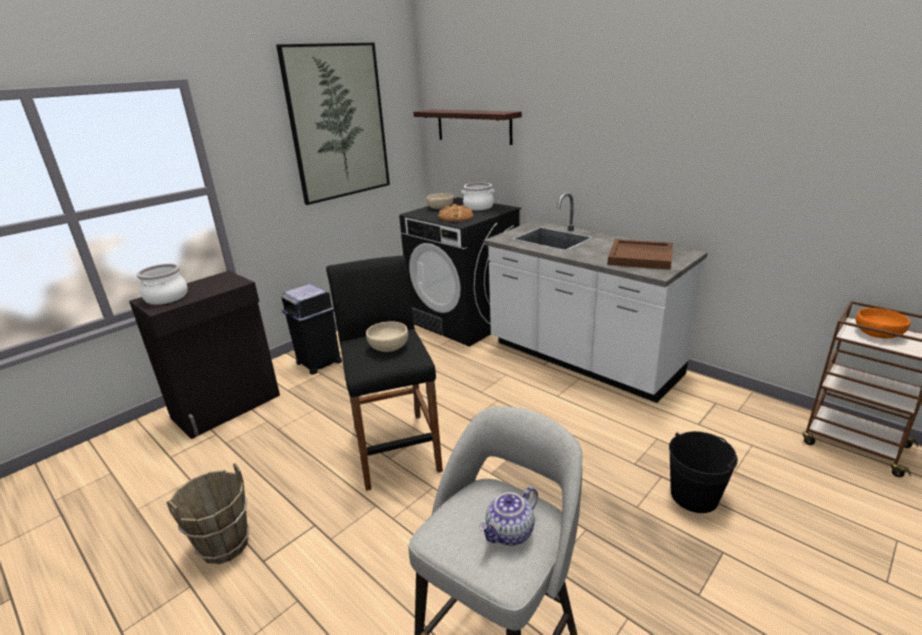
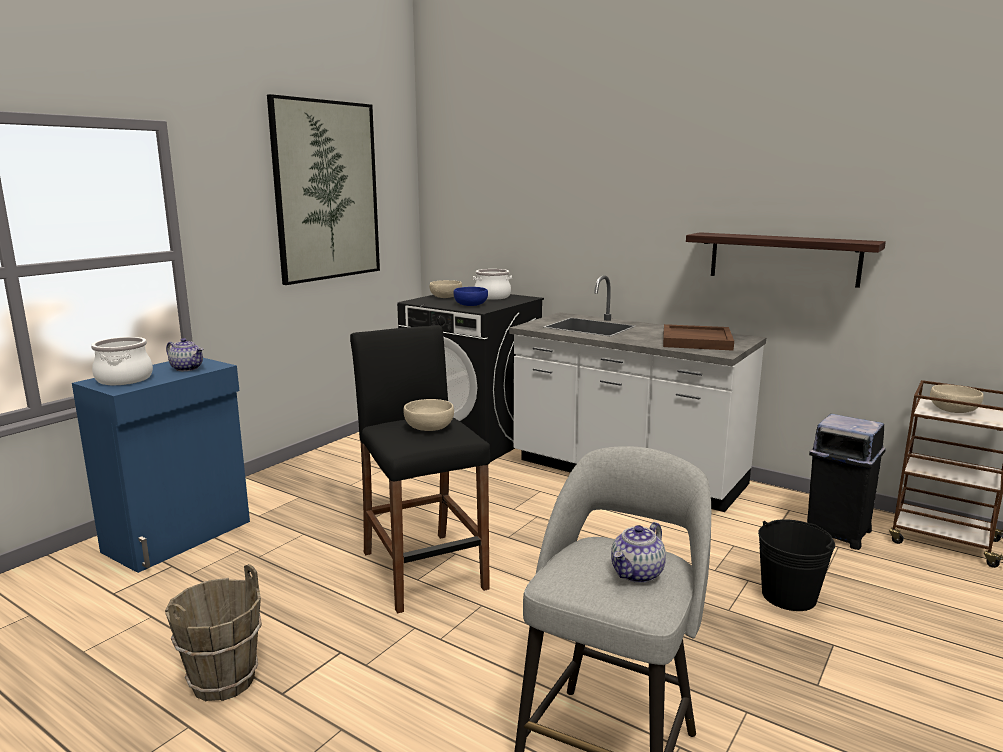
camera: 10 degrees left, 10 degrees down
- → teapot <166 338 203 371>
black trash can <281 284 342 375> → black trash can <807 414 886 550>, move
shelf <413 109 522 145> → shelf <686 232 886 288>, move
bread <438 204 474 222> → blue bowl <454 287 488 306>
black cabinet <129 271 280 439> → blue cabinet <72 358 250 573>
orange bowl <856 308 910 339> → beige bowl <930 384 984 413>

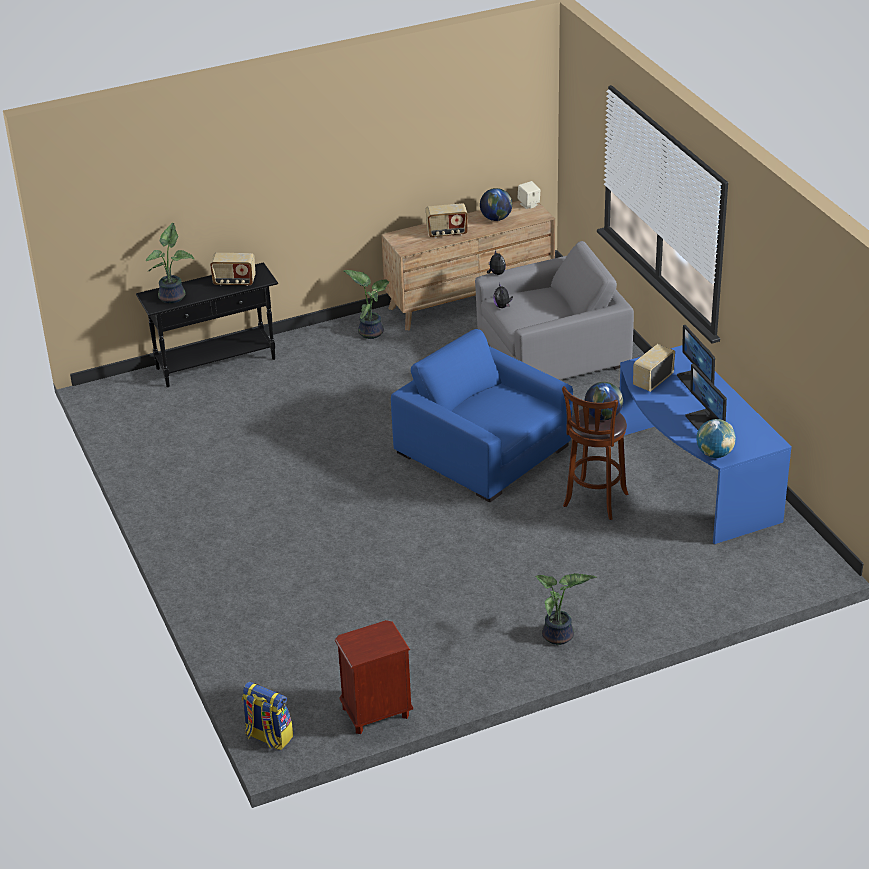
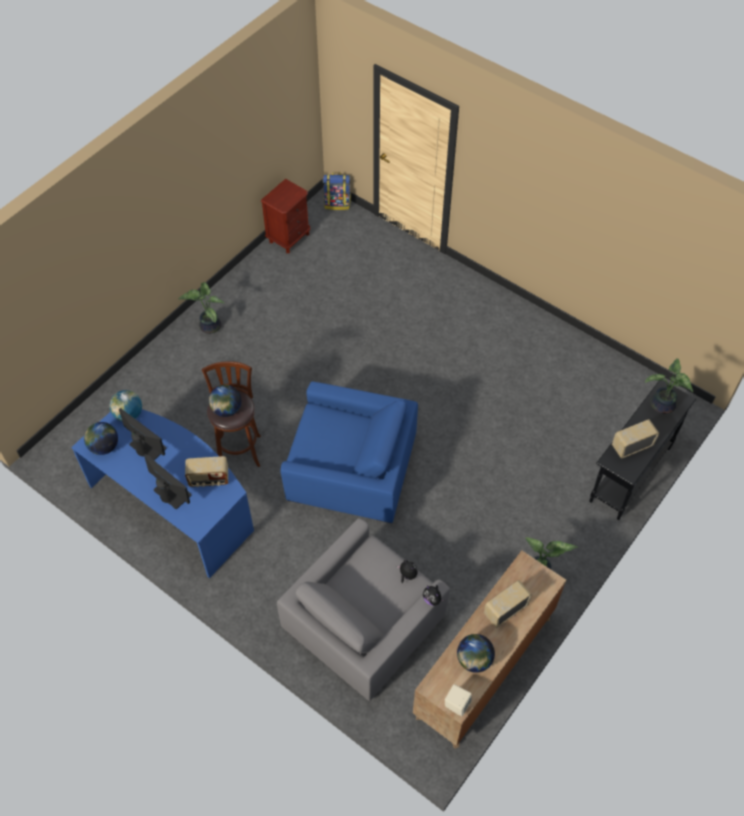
camera: 150 degrees right, 20 degrees up
- → globe <84 422 118 455>
radio <633 344 675 392> → radio <185 456 228 487>, 75 degrees clockwise

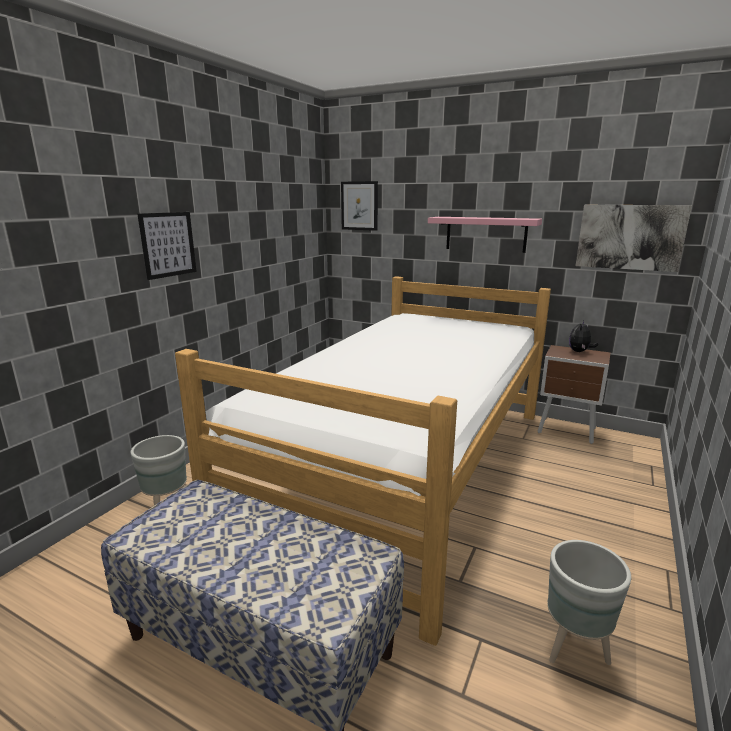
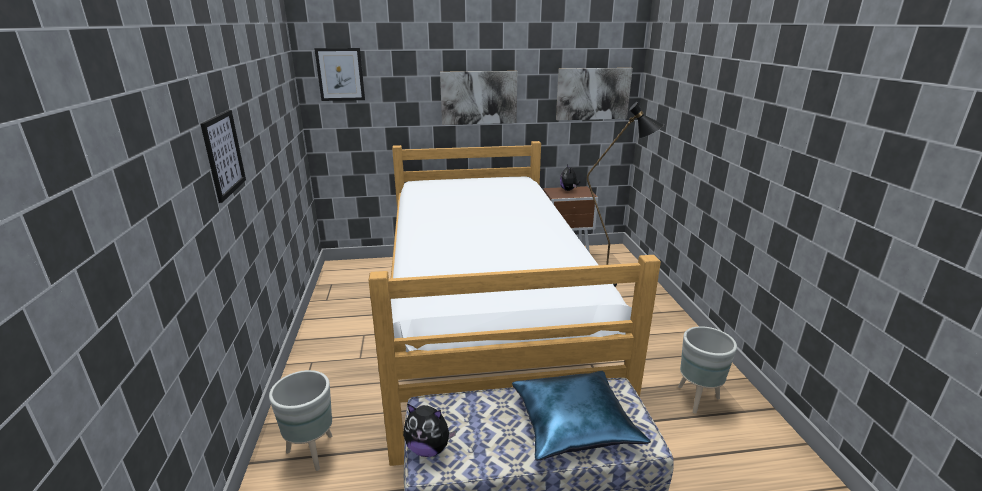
camera: 35 degrees left, 5 degrees up
- → plush toy <403 403 457 457>
- → blue pillow <512 371 651 460>
- → black floor lamp <587 102 664 287>
pink shelf <428 217 542 253> → picture <440 71 517 125>

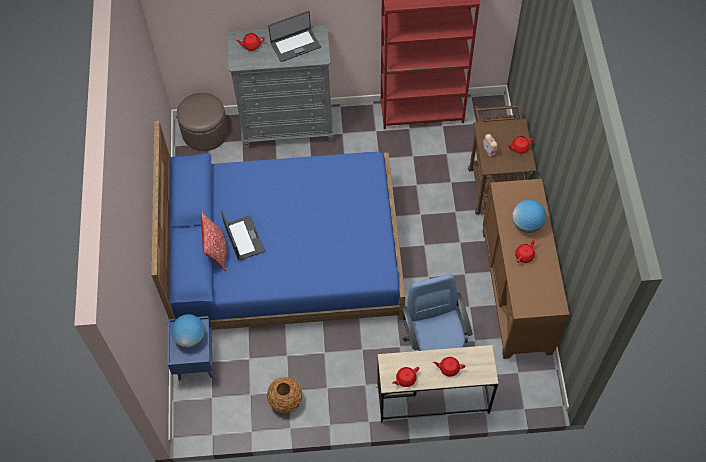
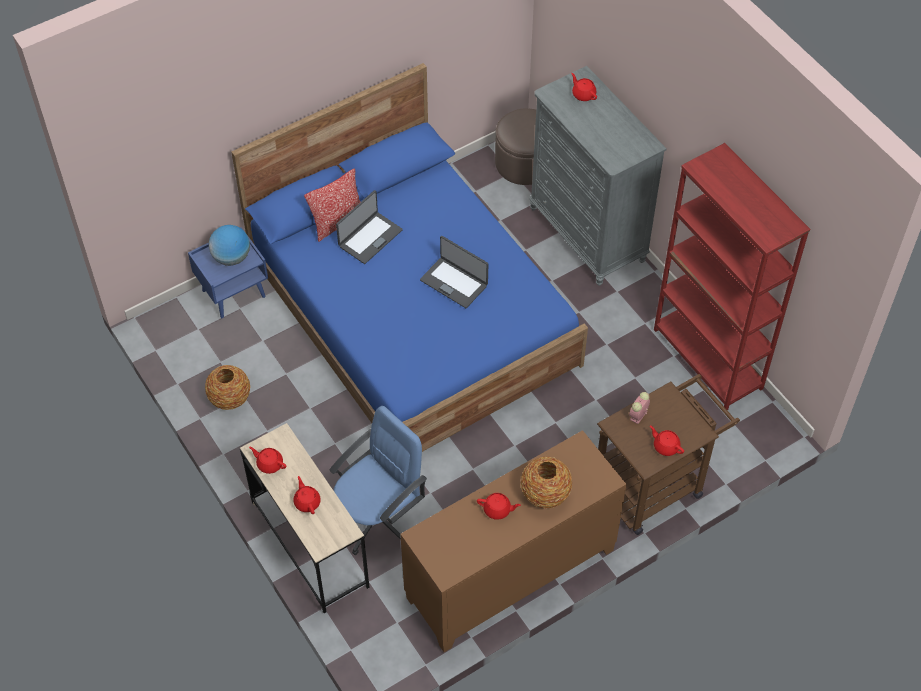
camera: 60 degrees right, 5 degrees down
laptop <268 11 321 62> → laptop <420 236 489 308>, move
globe <512 199 546 233> → vase <521 457 572 509>

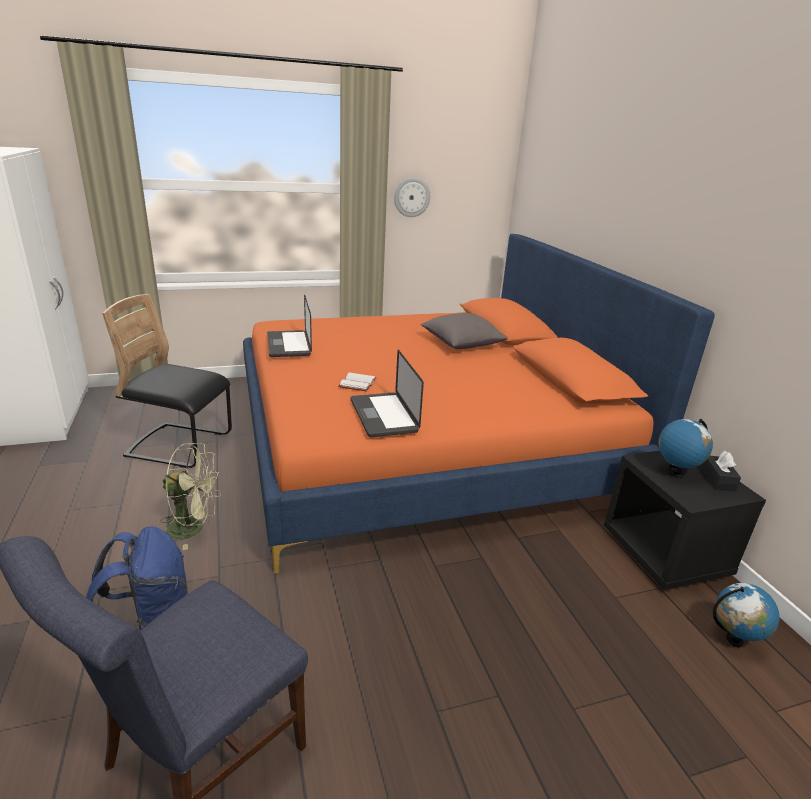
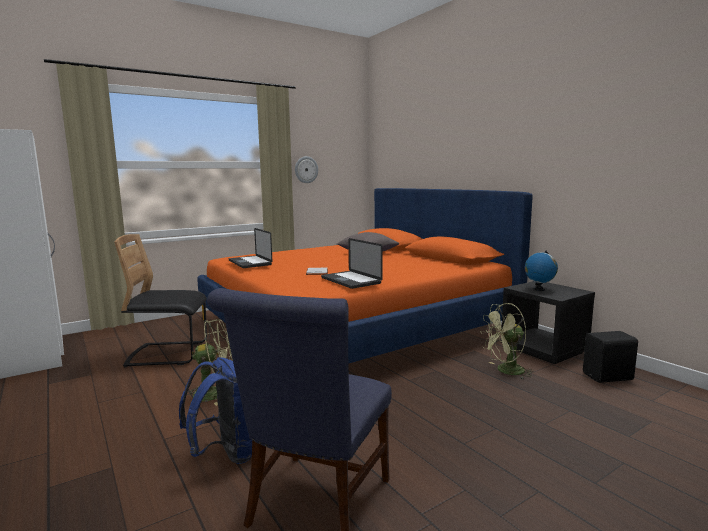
camera: 15 degrees left, 15 degrees down
black tissue box <701 451 741 491> → -
- → green fan <480 303 534 379>
globe <713 583 780 647> → black speaker <583 331 638 383>

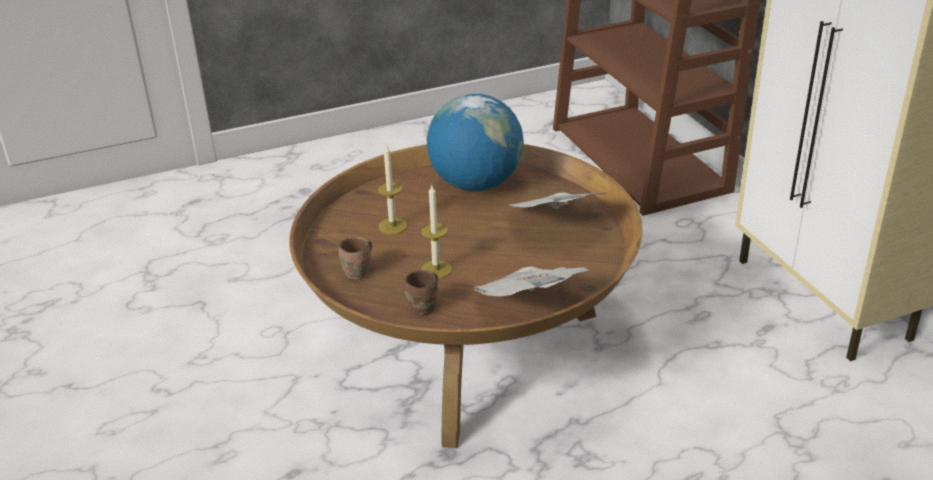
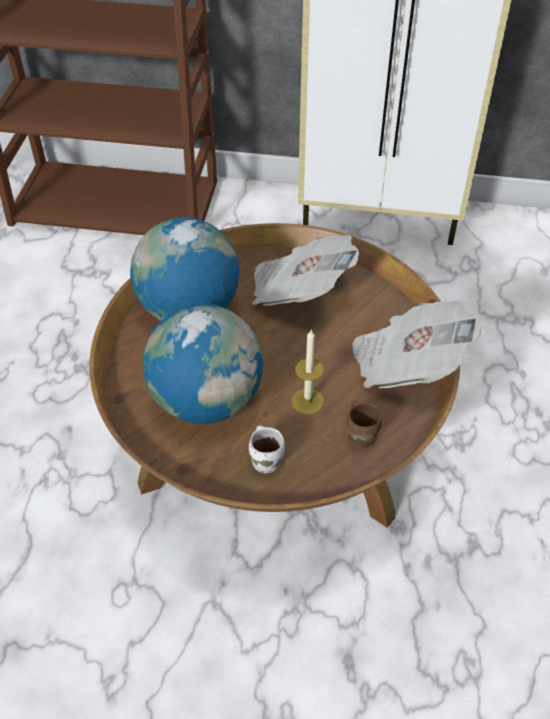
camera: 60 degrees left, 15 degrees up
candle <377 145 407 234> → globe <143 304 263 424>
brown mug <339 236 372 279> → white mug <249 425 285 473>

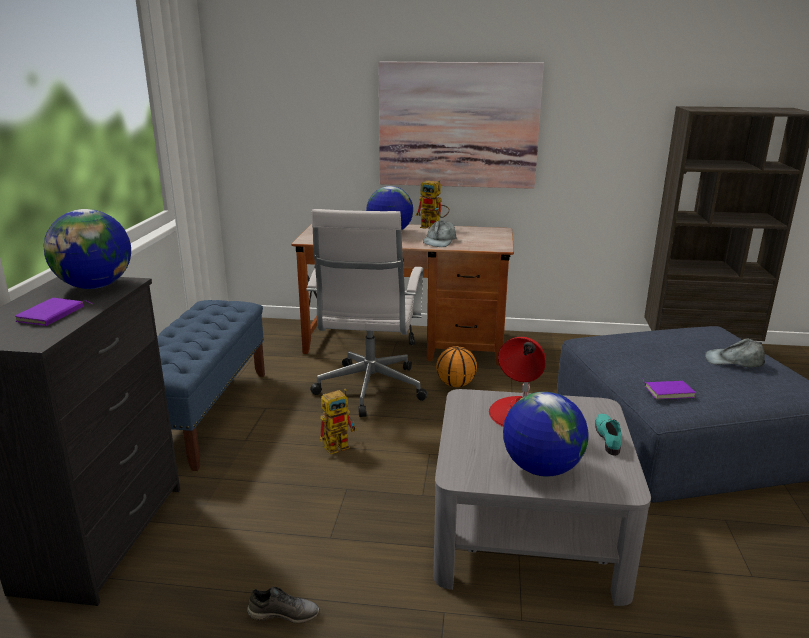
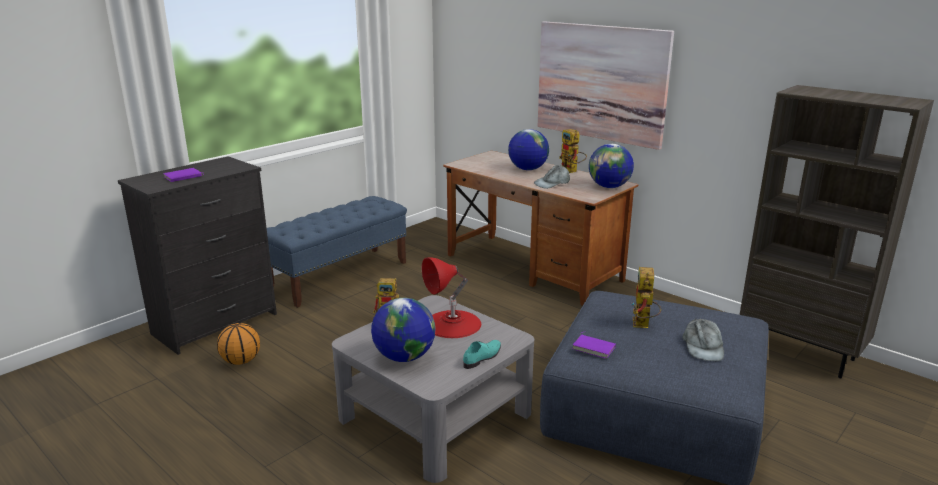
camera: 35 degrees right, 0 degrees up
grey shoe <247 587 320 624> → -
white office chair <306 209 427 417> → -
- → toy robot <631 267 661 328>
globe <44 209 131 289> → globe <589 144 634 188>, move
basketball <436 346 477 387> → basketball <217 323 260 365>, move
grey cap <705 339 765 368> → grey cap <682 319 724 361>, 135 degrees counterclockwise

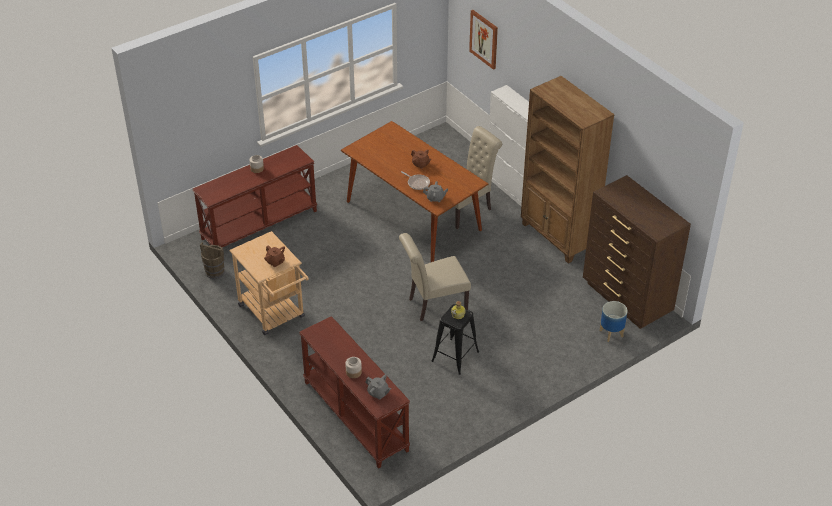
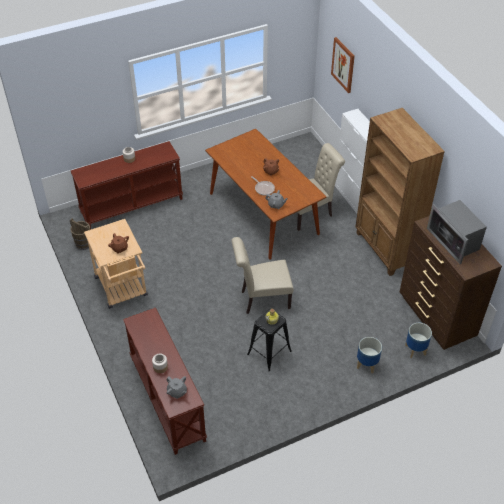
camera: 10 degrees right, 5 degrees up
- → planter <357 337 382 374>
- → microwave <427 200 487 264>

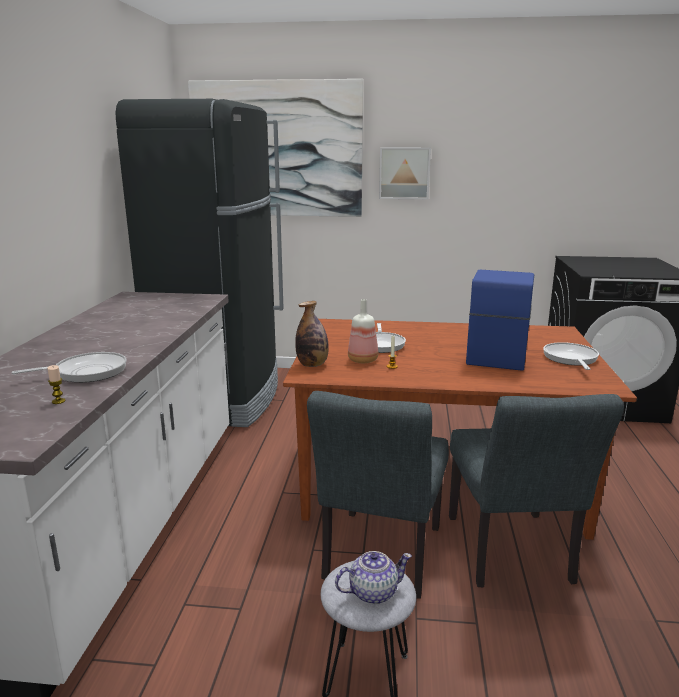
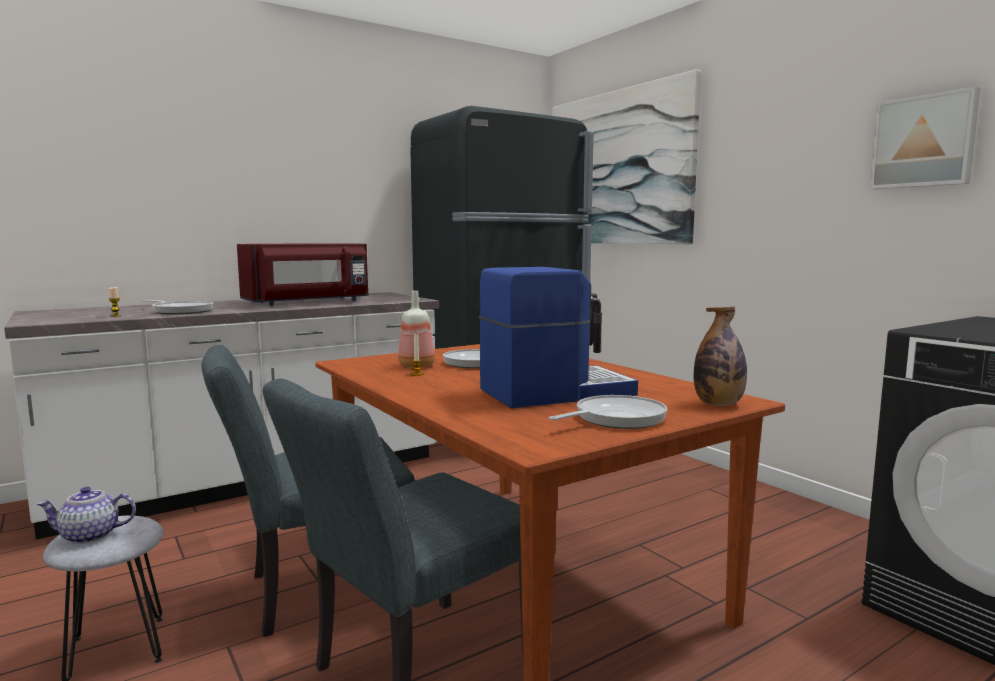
camera: 50 degrees right, 10 degrees down
- → red microwave <237 243 368 306>
bottle <295 301 329 367> → bottle <694 306 747 406>, move
picture <379 147 431 199> → picture <870 86 980 189>, move
teapot <335 551 412 604> → teapot <36 487 136 544>, 135 degrees clockwise

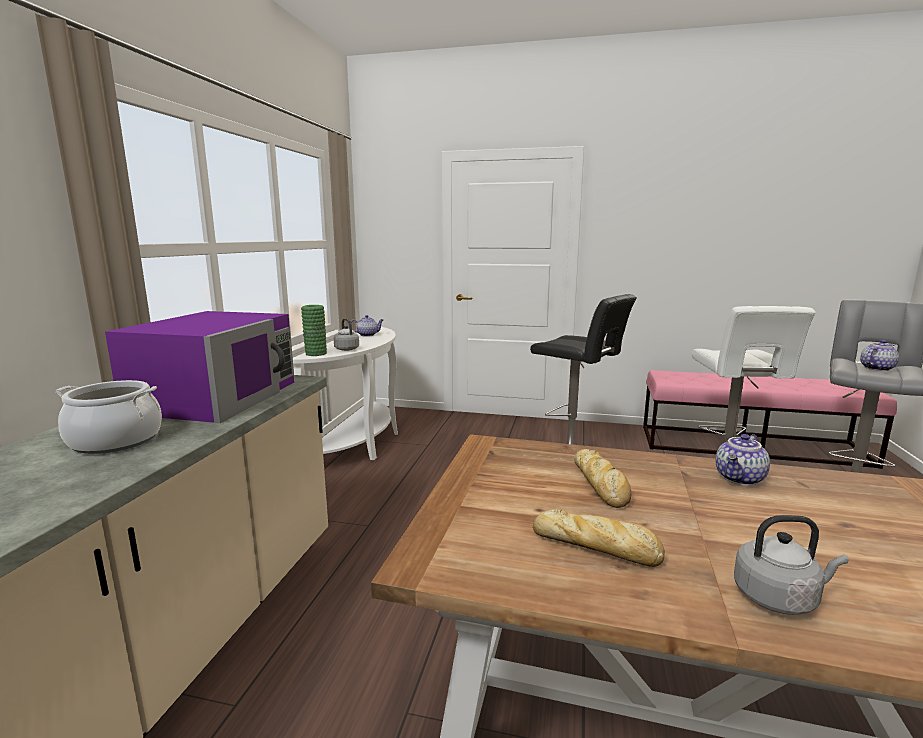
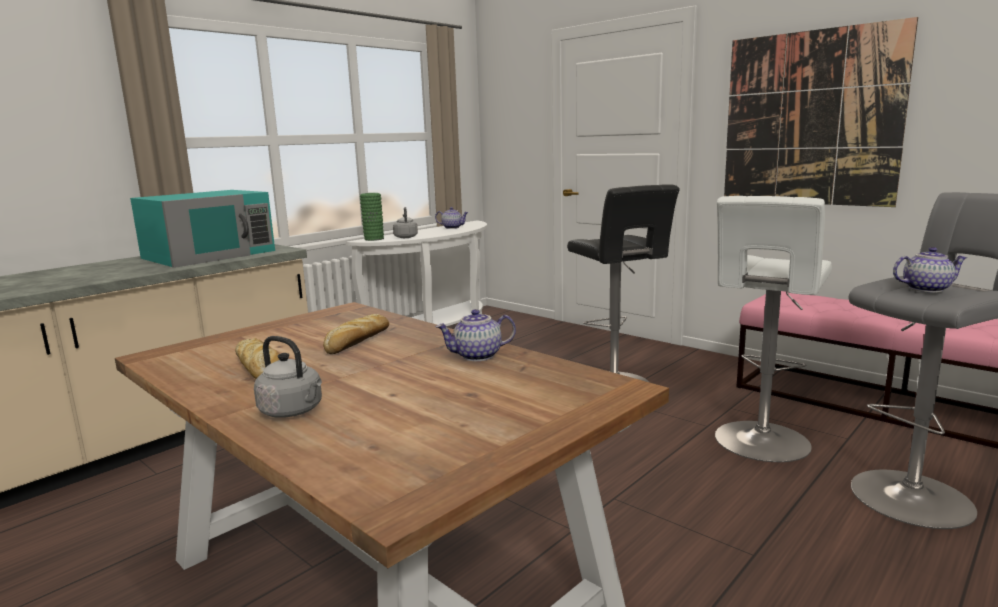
camera: 30 degrees right, 0 degrees up
cooking pot <55 380 162 454> → -
- → picture <724 17 918 207>
purple microwave <105 311 294 423> → turquoise microwave <130 190 275 268>

